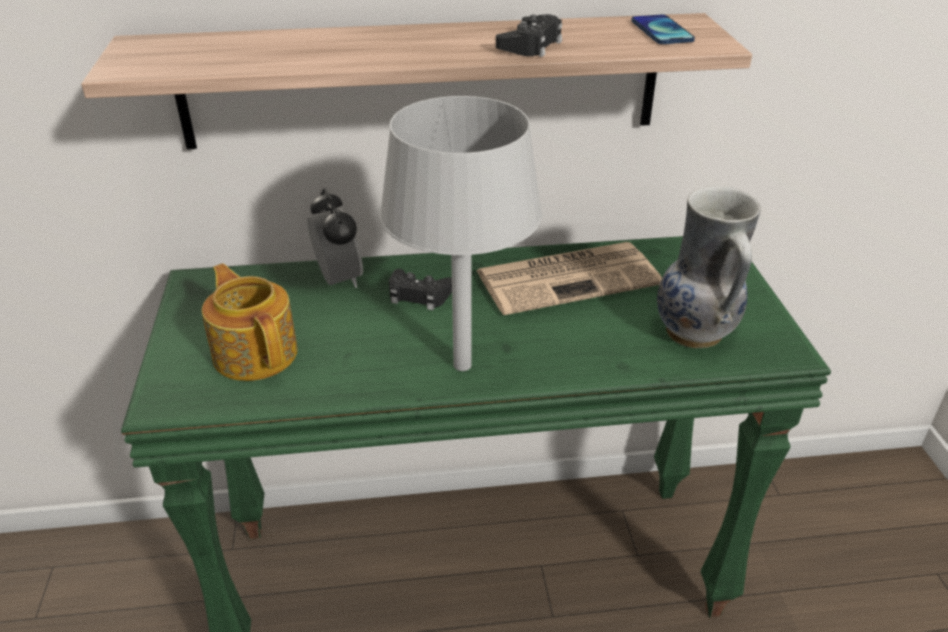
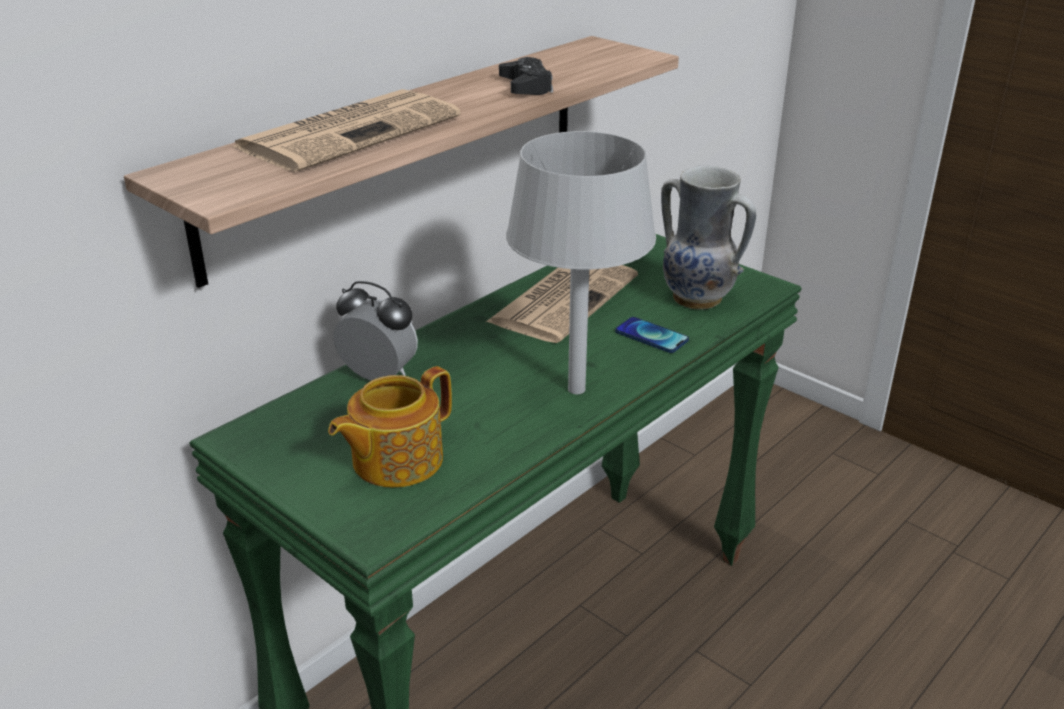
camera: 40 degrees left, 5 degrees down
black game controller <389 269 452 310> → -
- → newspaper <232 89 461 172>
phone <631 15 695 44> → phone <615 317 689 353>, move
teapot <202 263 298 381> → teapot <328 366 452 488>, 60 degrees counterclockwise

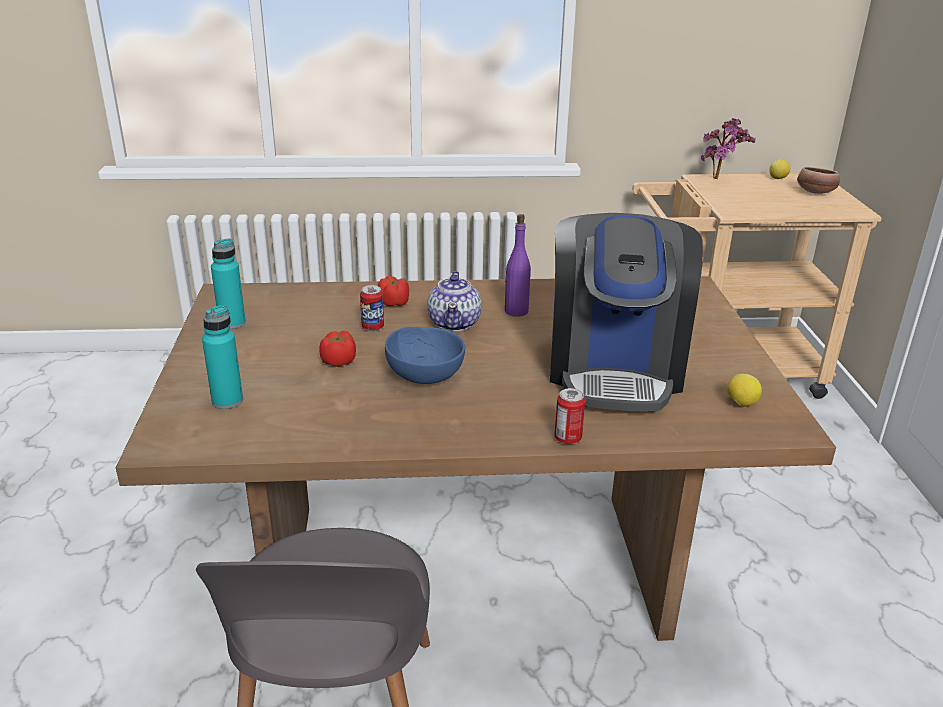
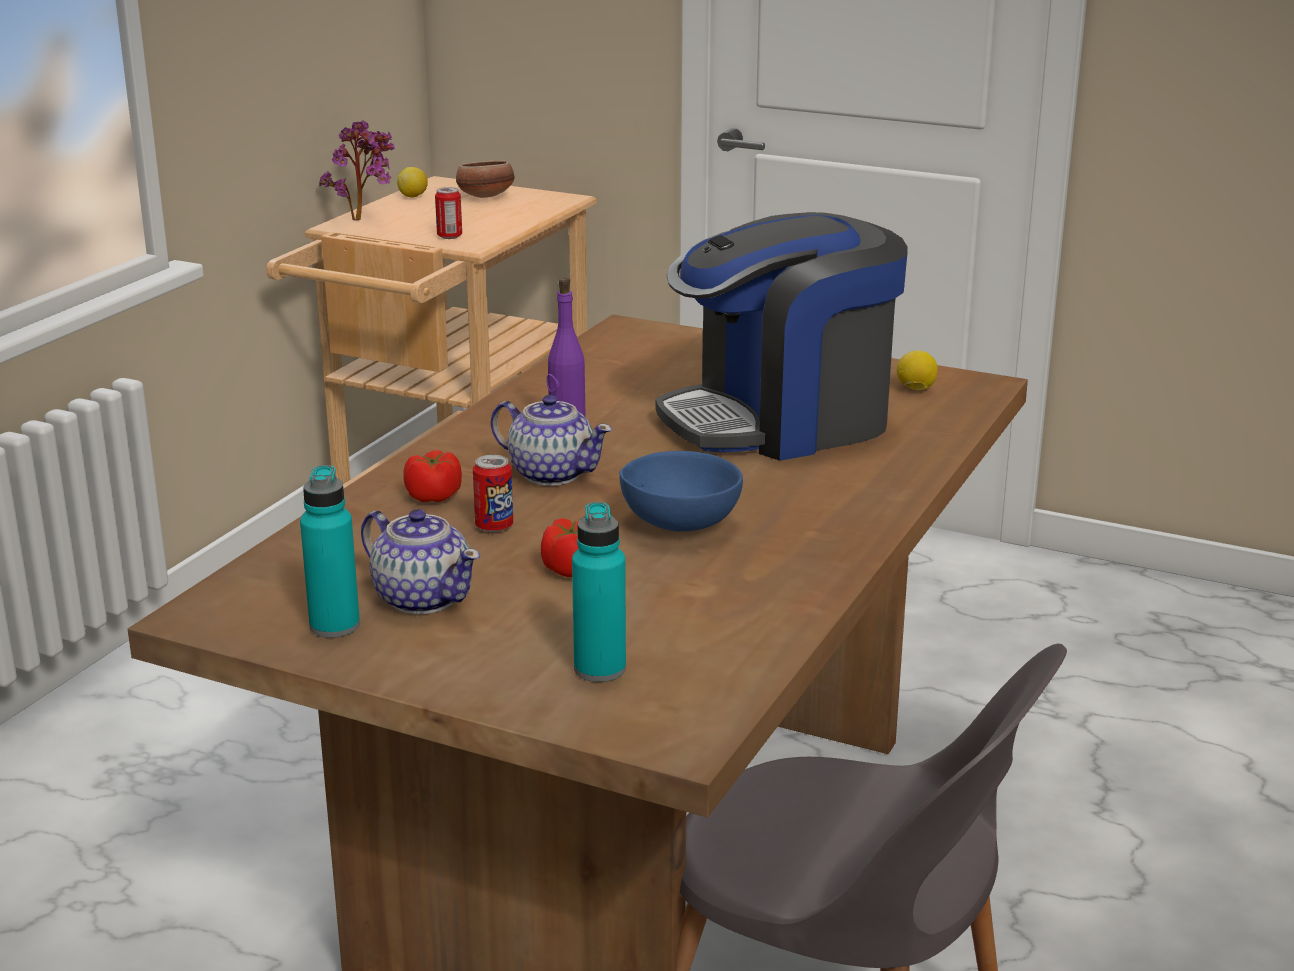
camera: 60 degrees left, 5 degrees down
- → teapot <361 509 480 614>
can <555 388 585 444> → can <435 187 462 239>, move
coffee machine <550 213 703 412> → coffee machine <656 212 908 461>, 120 degrees clockwise

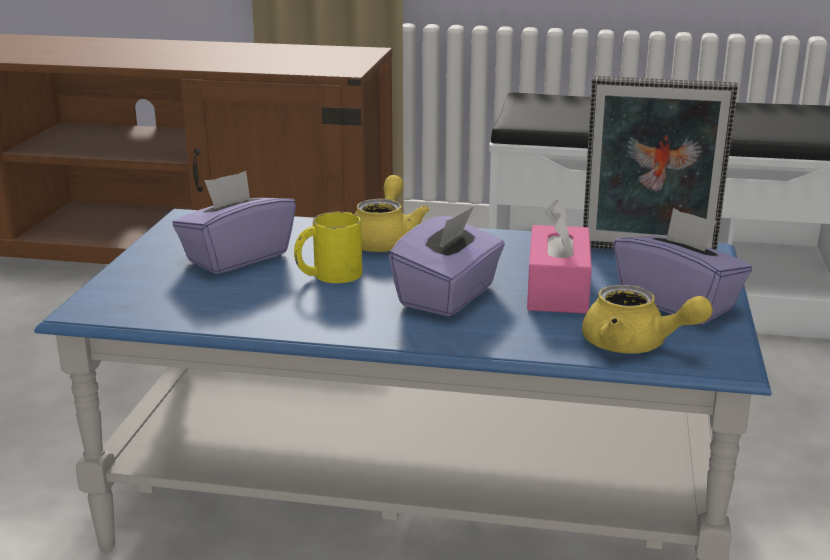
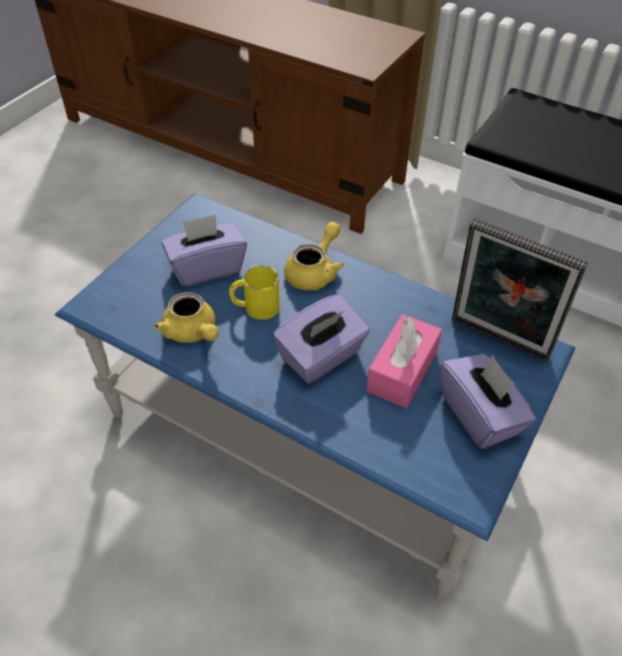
camera: 20 degrees right, 25 degrees up
yellow teapot <582 285 713 354> → yellow teapot <154 292 219 343>, move

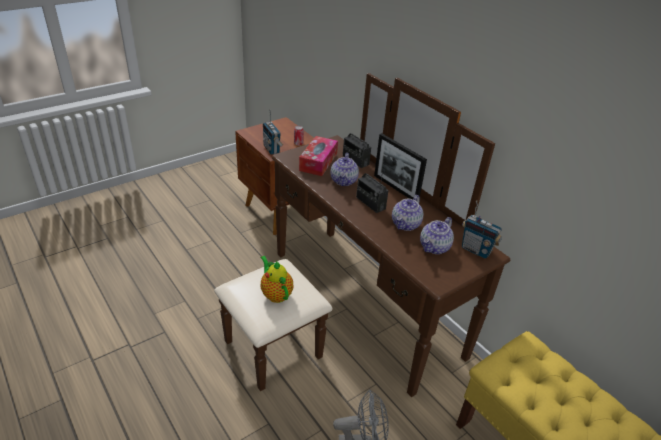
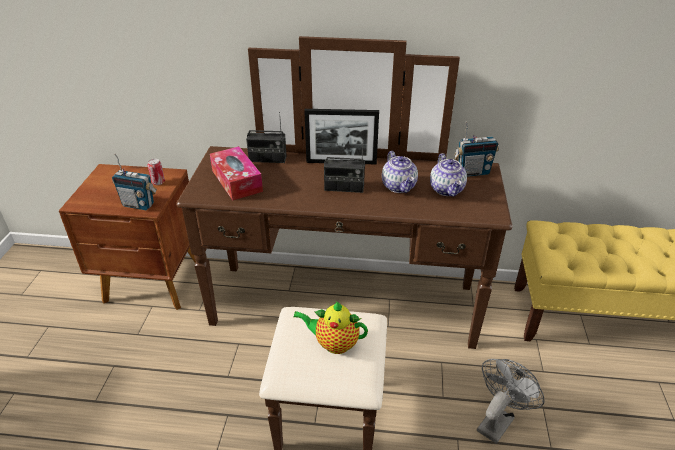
camera: 45 degrees left, 0 degrees up
teapot <330 153 359 186> → -

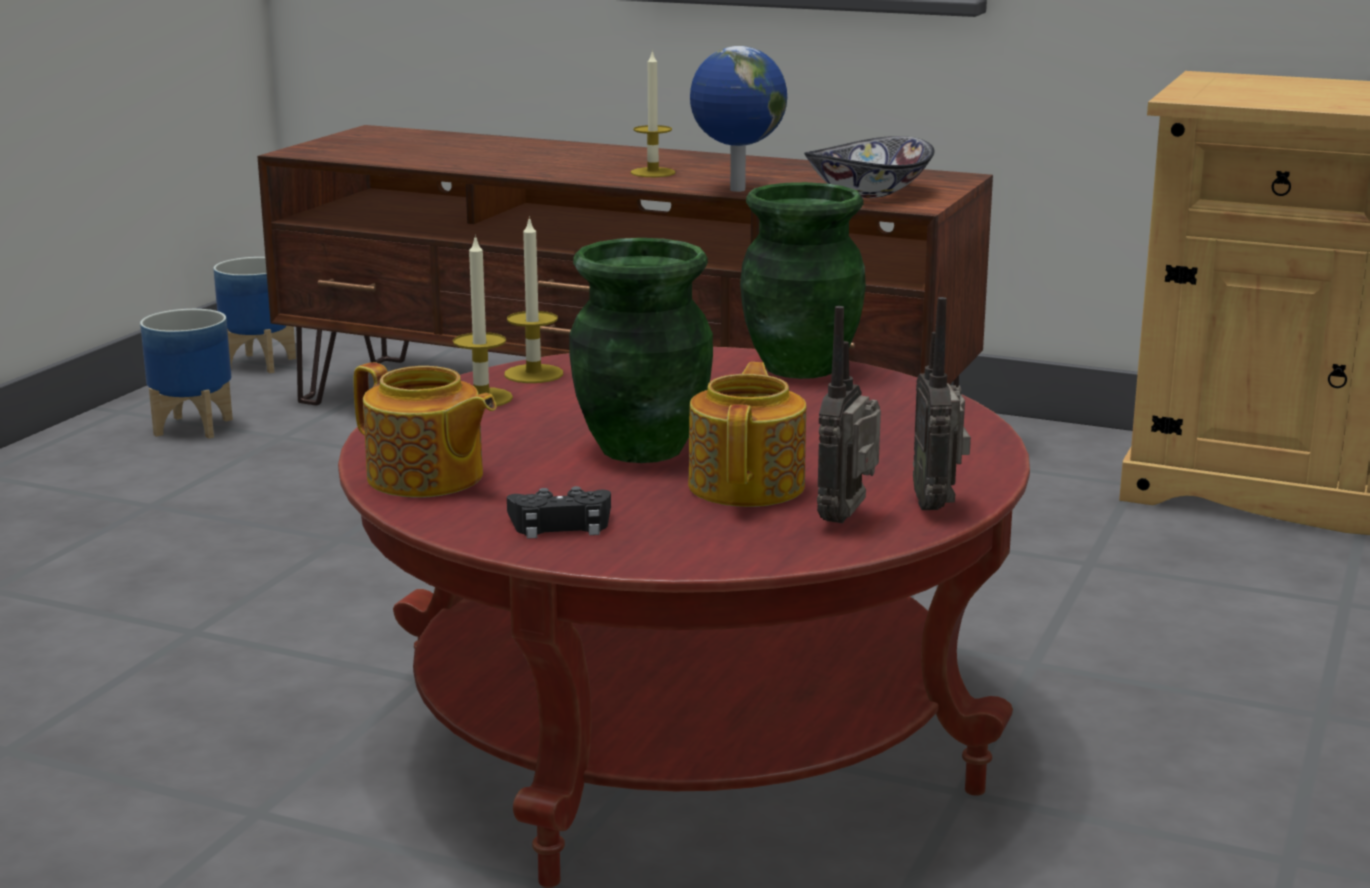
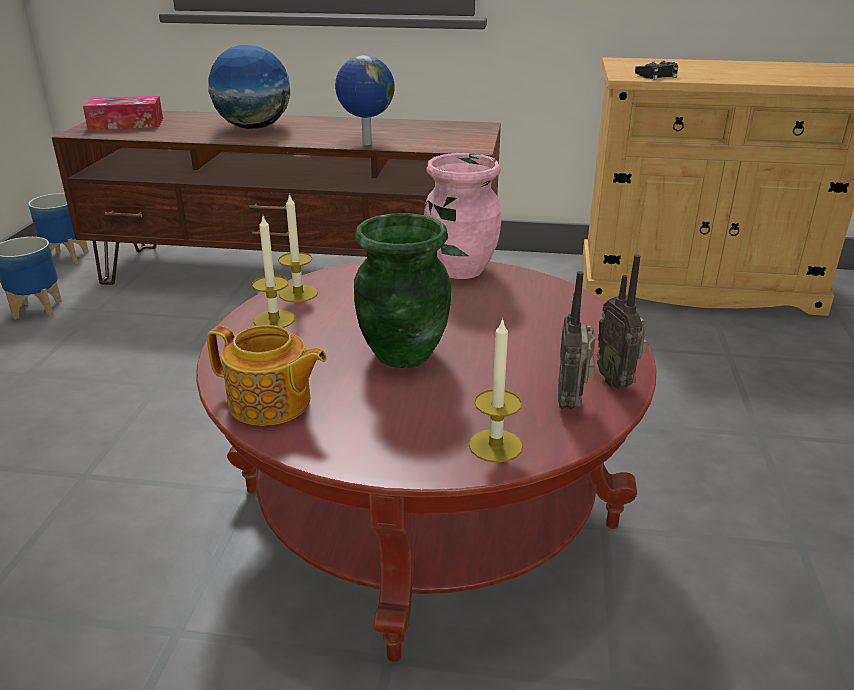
camera: 15 degrees left, 10 degrees up
teapot <688 362 806 507> → -
bowl <804 136 935 198> → -
- → tissue box <83 96 163 130>
- → globe <208 45 290 129>
black game controller <507 486 611 539> → black game controller <635 61 678 80>, move
candle <631 49 676 177> → candle <469 318 523 463>, move
green vase <740 182 866 379> → pink vase <424 153 501 279>

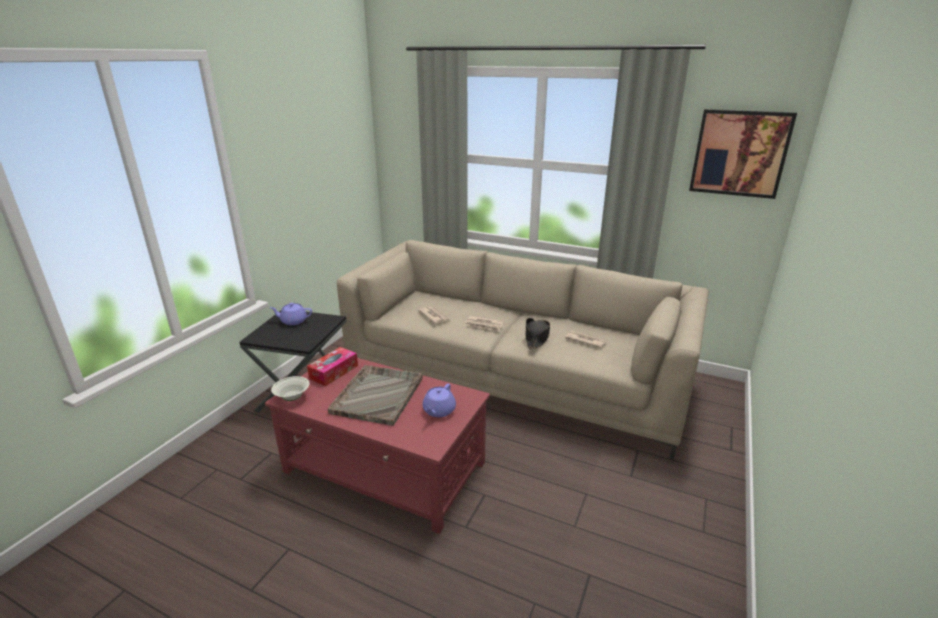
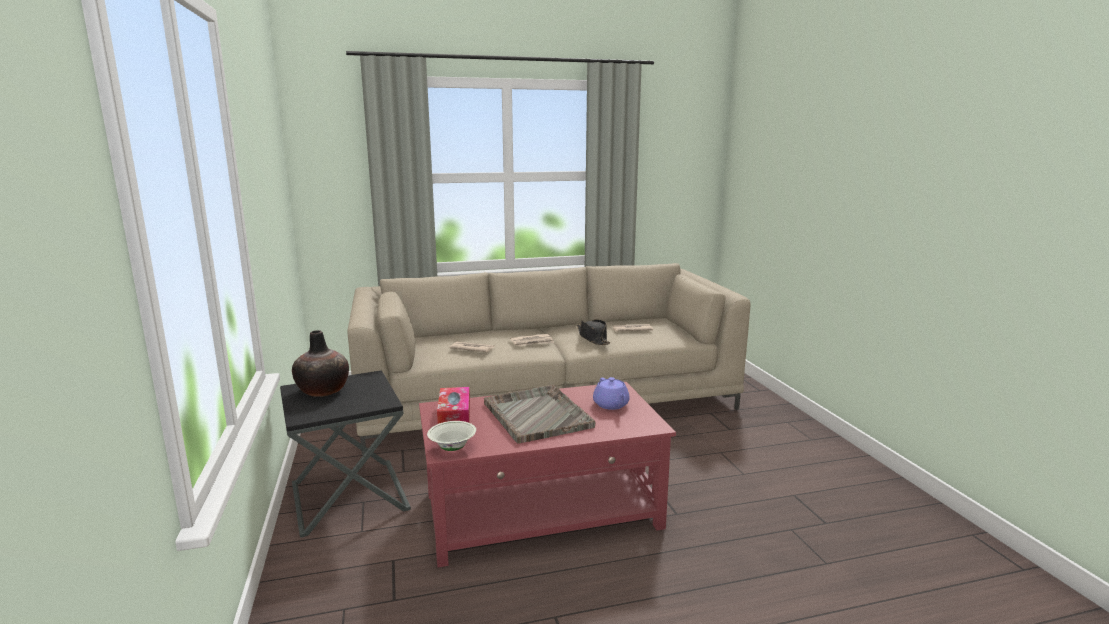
camera: 40 degrees left, 10 degrees down
picture <689 109 797 199> → -
purple teapot <270 303 312 325> → vase <292 330 349 396>

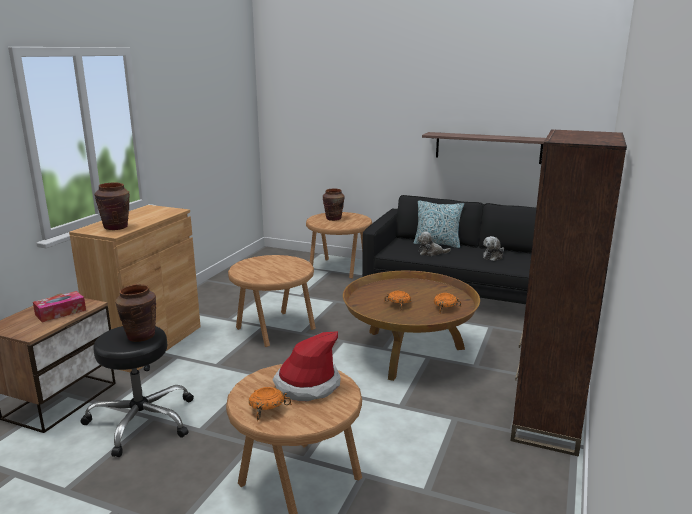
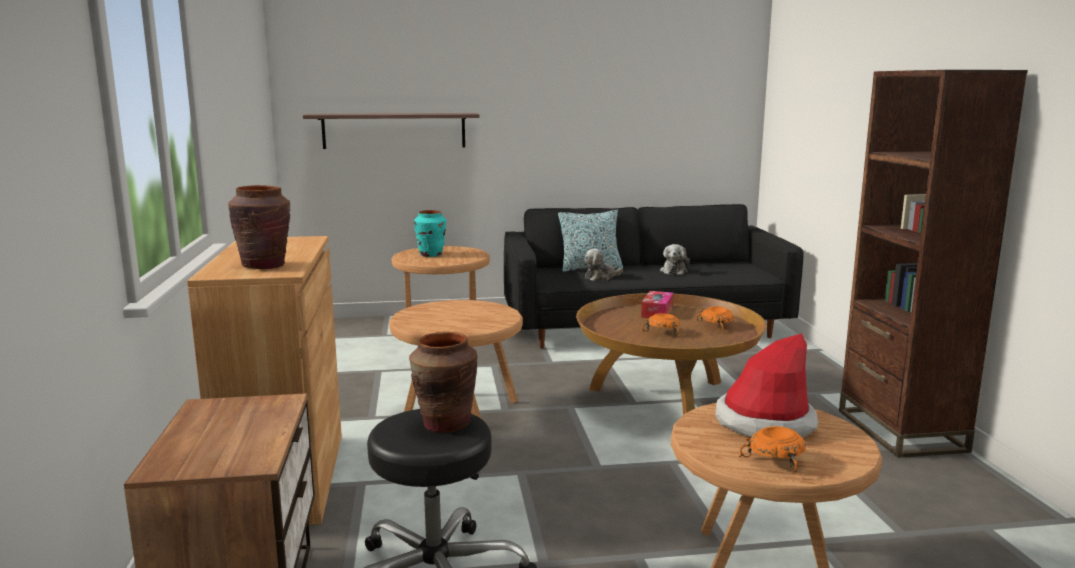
camera: 30 degrees left, 5 degrees down
tissue box <33 291 86 322> → tissue box <641 291 673 318>, move
shelf <422 132 546 164> → shelf <303 113 479 149>, move
brown vase <322 189 345 221> → turquoise vase <414 210 446 257>

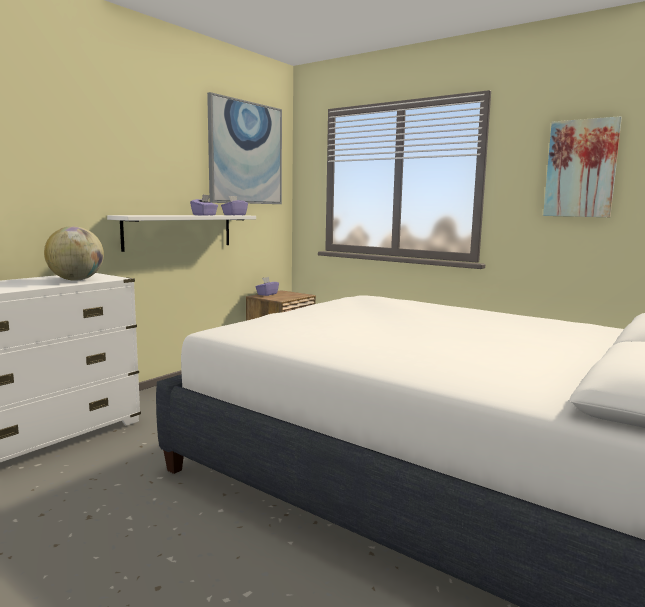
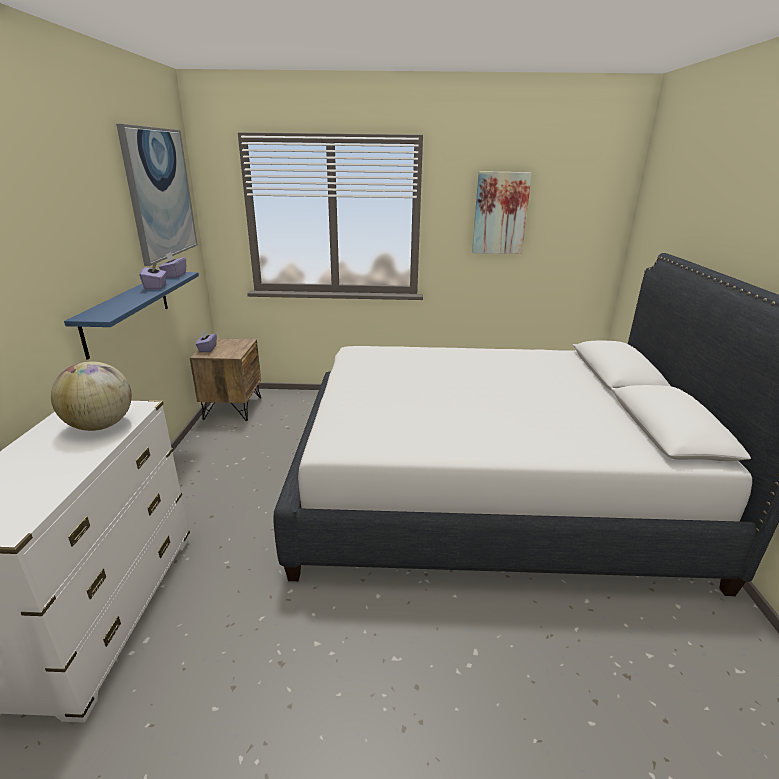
camera: 35 degrees left, 15 degrees up
white shelf <107 215 256 252> → blue shelf <64 272 199 360>

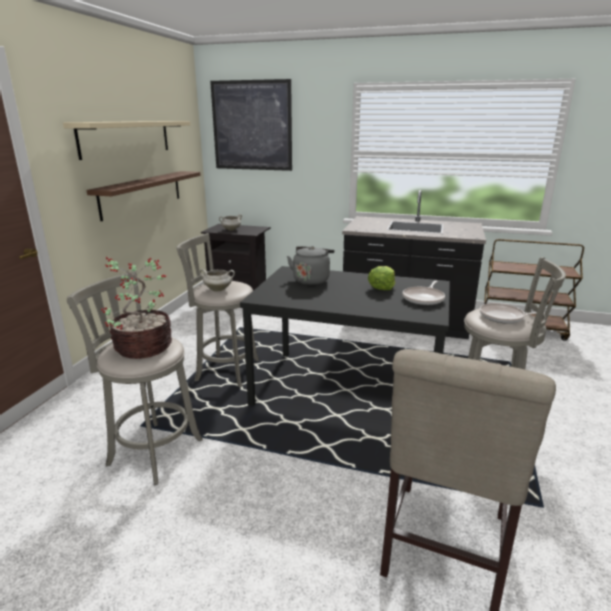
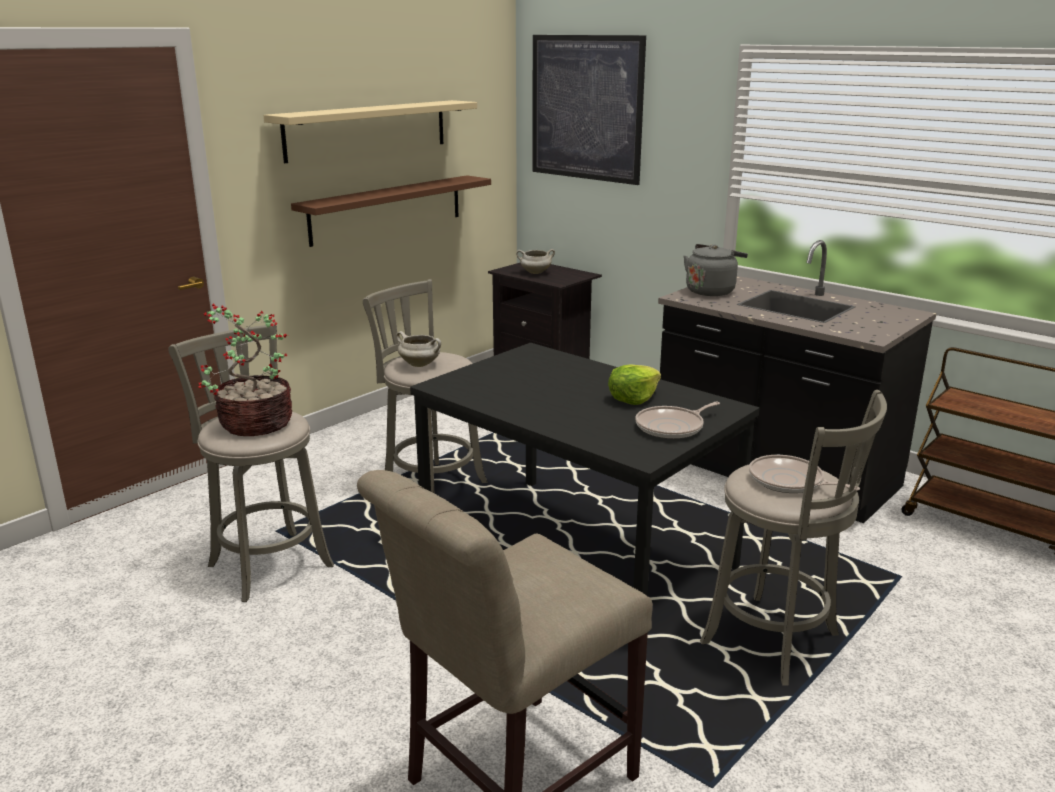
camera: 25 degrees right, 0 degrees up
grey kettle <287 246 334 285> → grey kettle <683 244 748 296>, move

